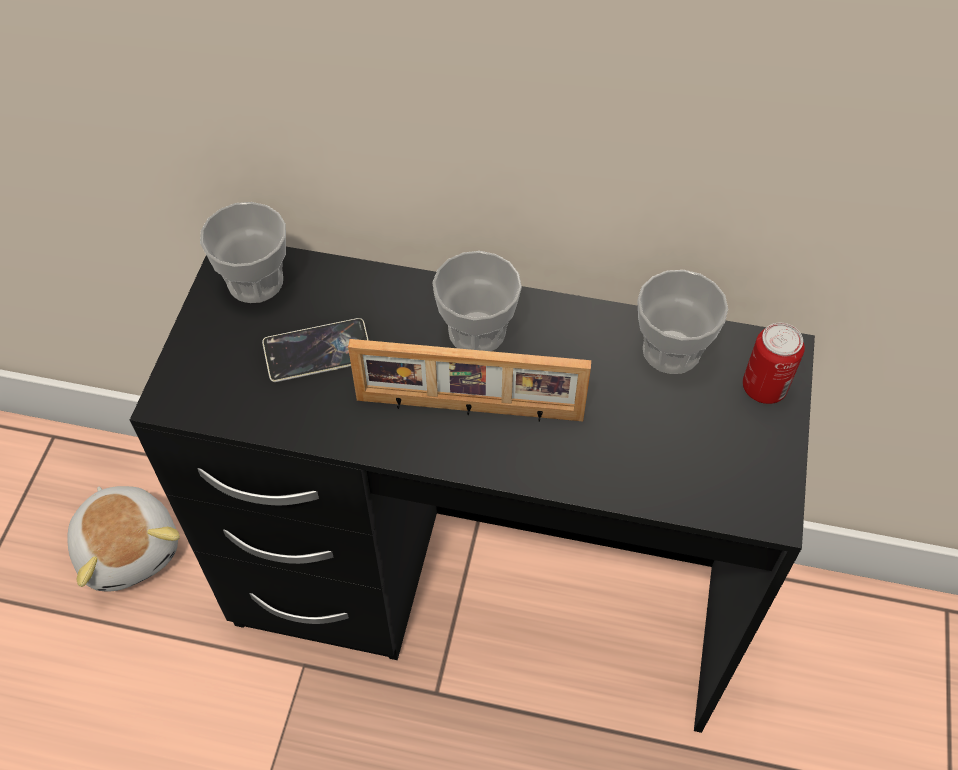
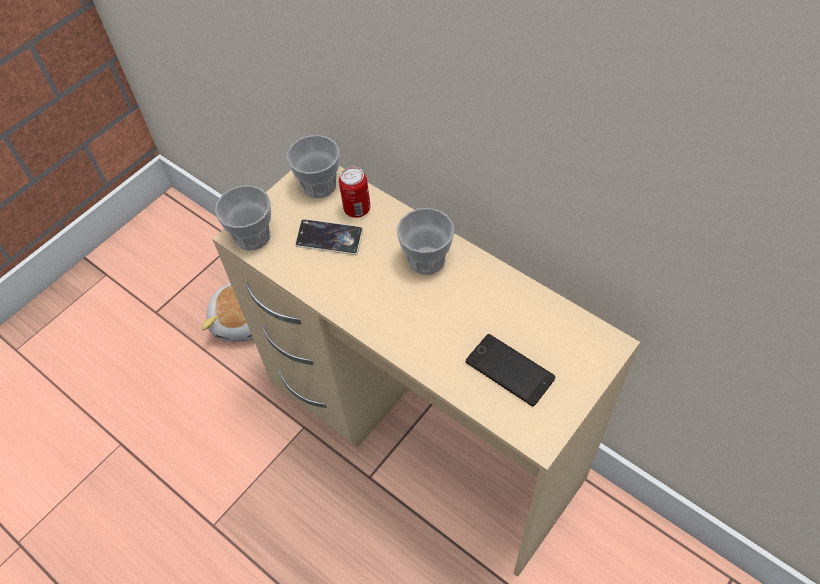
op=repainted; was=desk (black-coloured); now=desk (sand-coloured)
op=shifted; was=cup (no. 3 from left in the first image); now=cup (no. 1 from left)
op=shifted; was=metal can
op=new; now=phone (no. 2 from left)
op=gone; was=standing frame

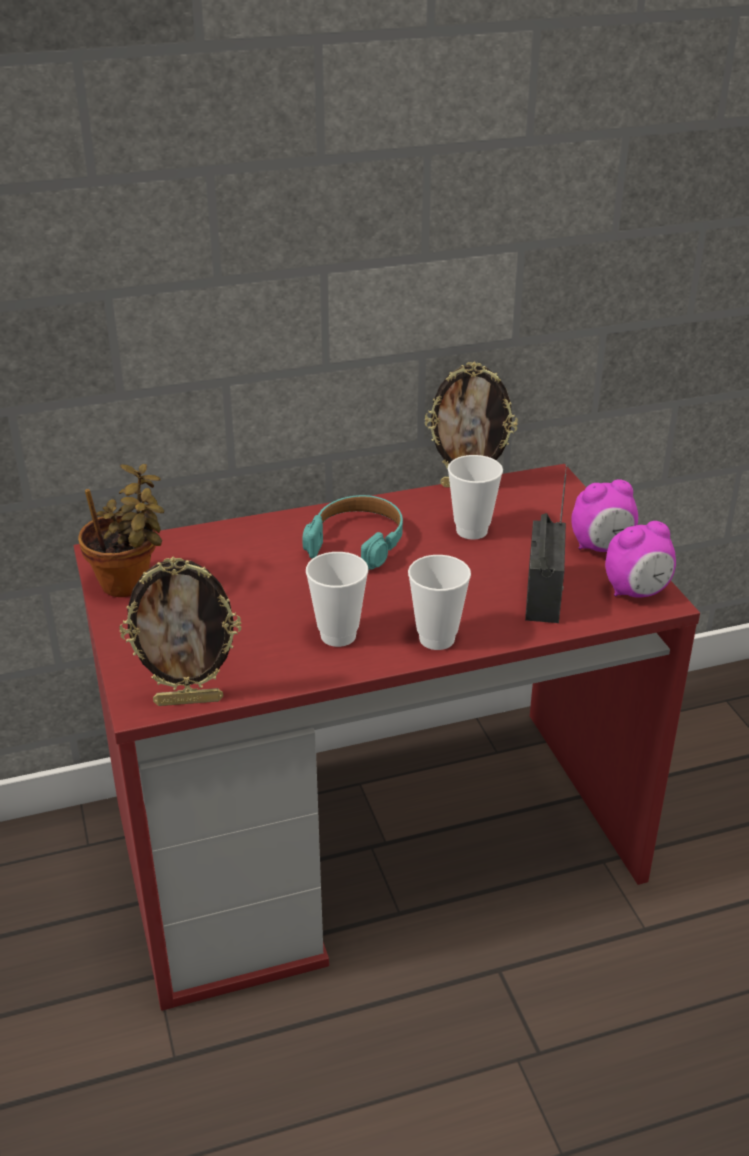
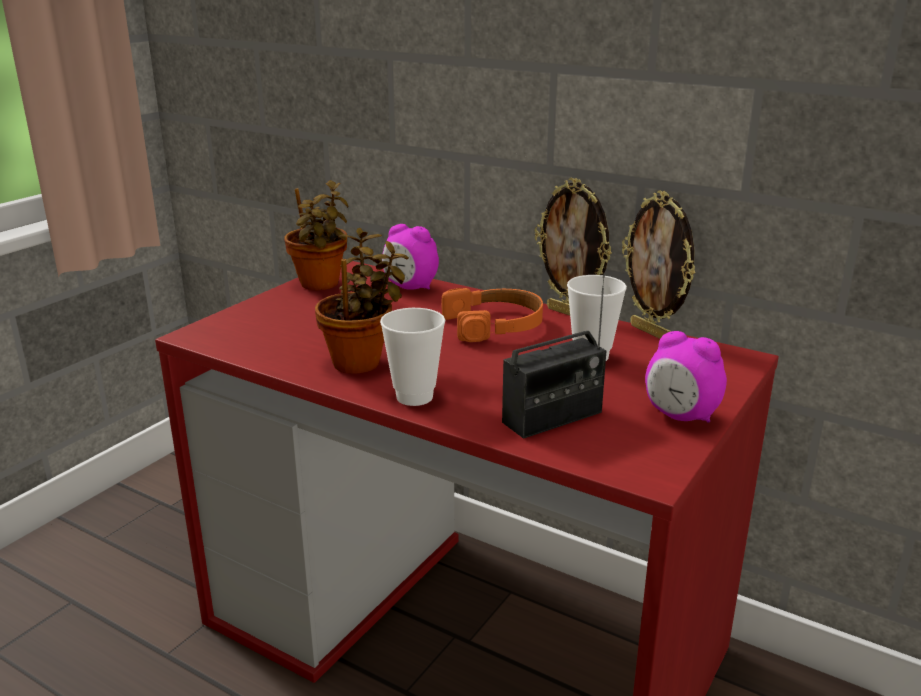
op=swapped; was=cup (no. 1 from left); now=houseplant (no. 2 from left)
op=shifted; was=alarm clock (no. 2 from left in the first image); now=alarm clock (no. 1 from left)
op=repainted; was=headphones (blue-green); now=headphones (orange-coloured)
op=shifted; was=standing frame (no. 1 from left)

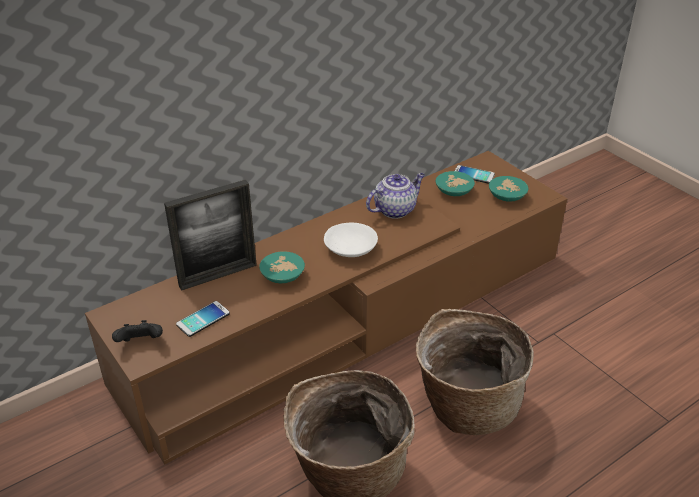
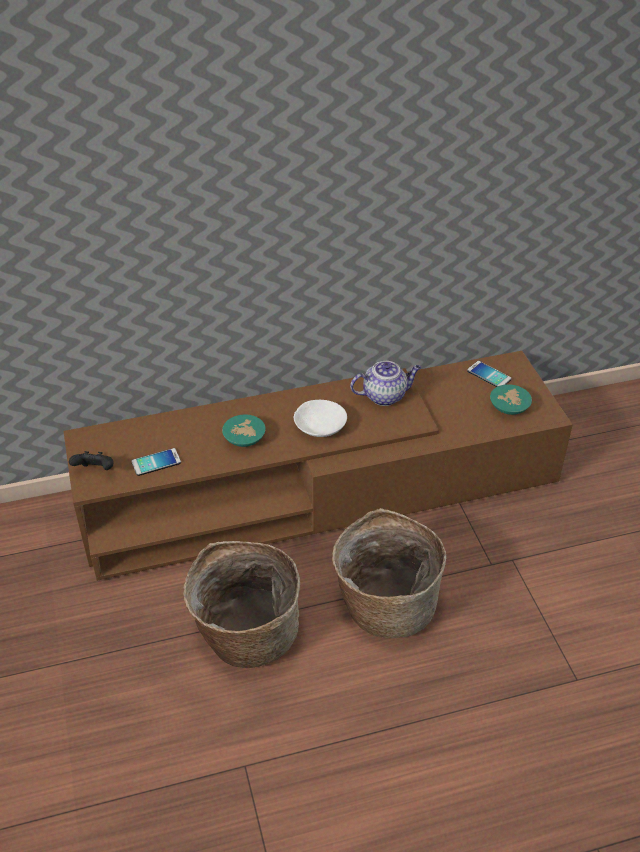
op=gone; was=standing frame
op=gone; was=serving bowl (blue-green) (no. 2 from left)

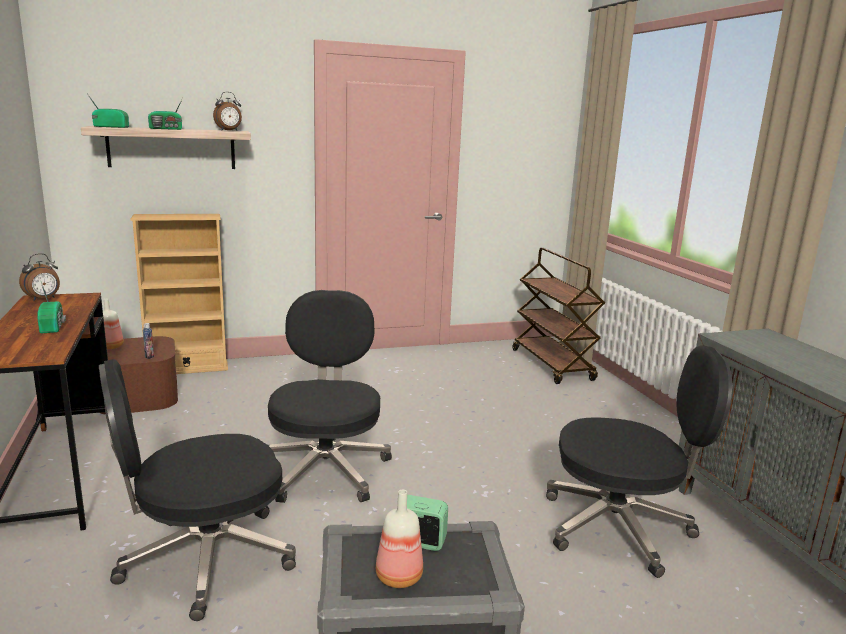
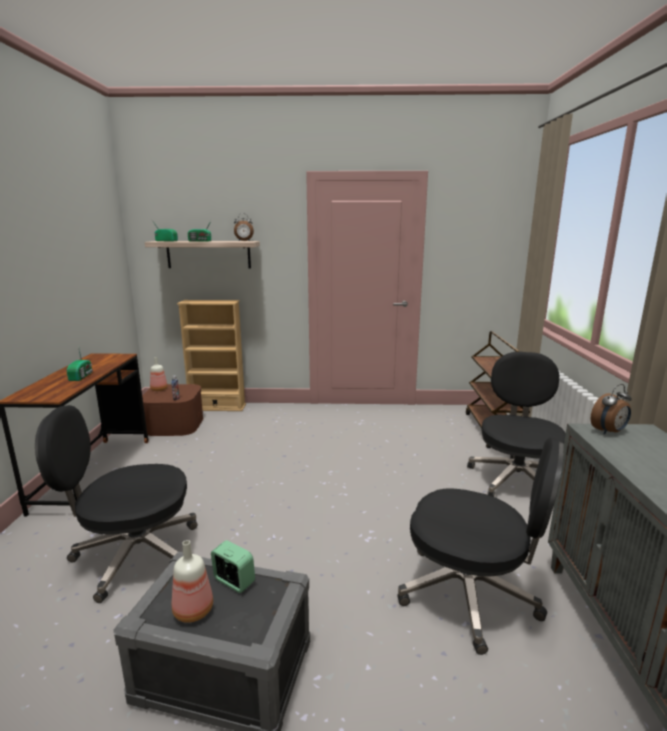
op=shifted; was=office chair (black-coloured) (no. 2 from left in the first image); now=office chair (black-coloured) (no. 3 from left)
op=shifted; was=alarm clock (no. 1 from left in the first image); now=alarm clock (no. 3 from left)

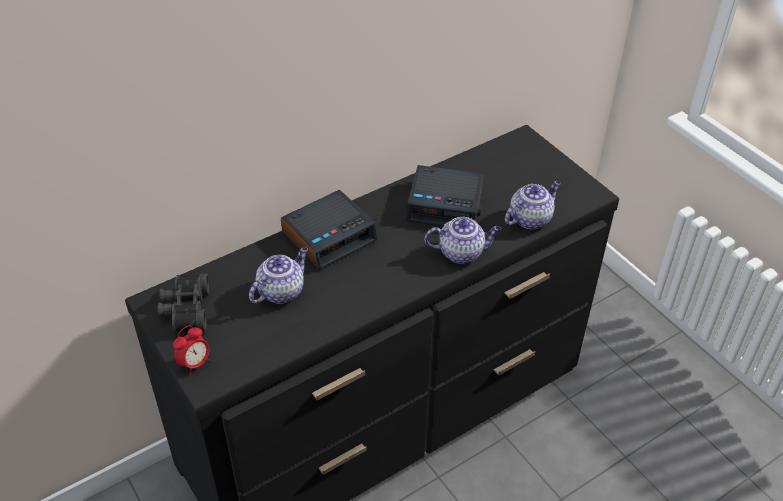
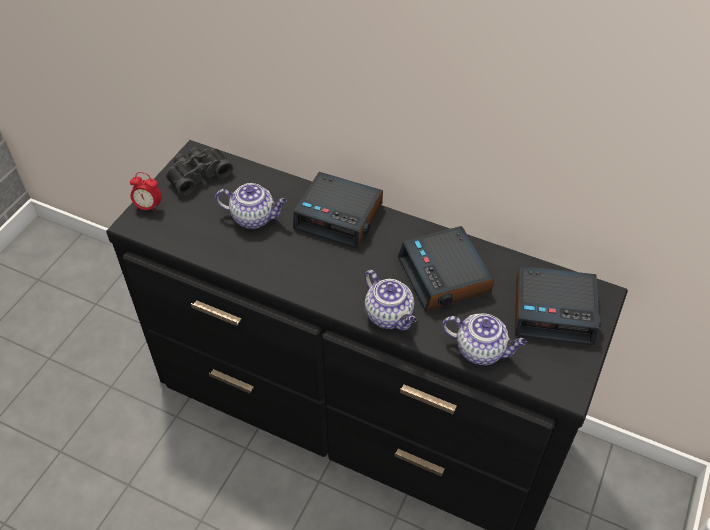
op=new; now=alarm clock (no. 4 from left)

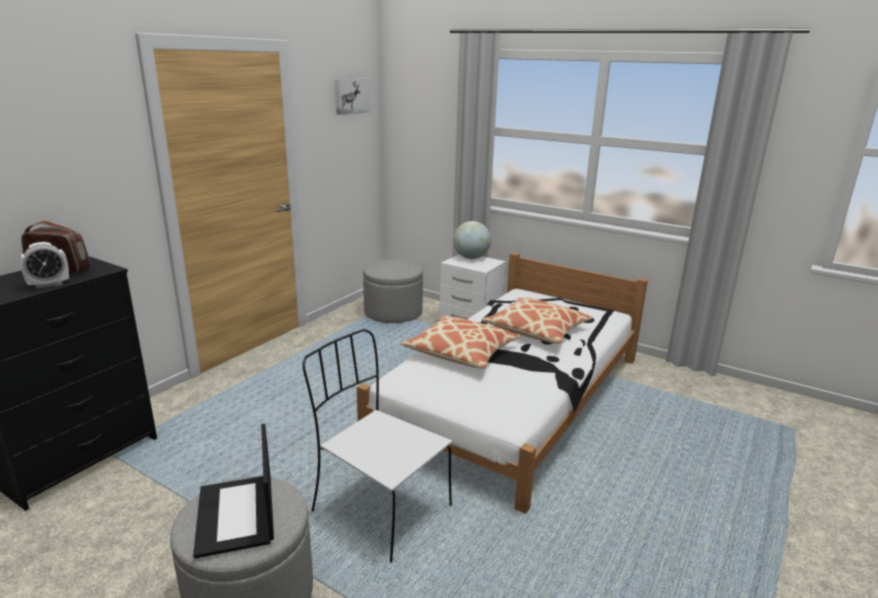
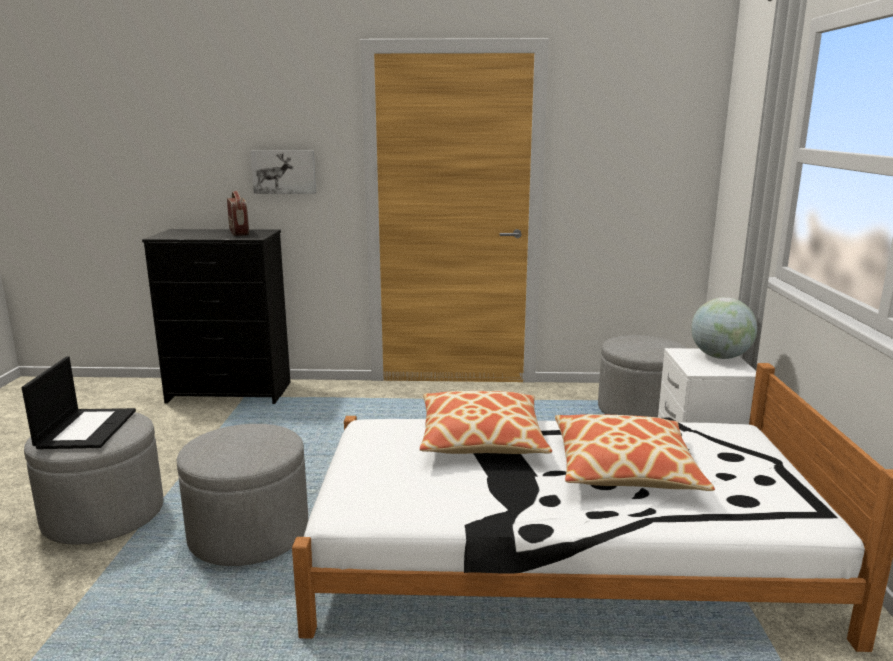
op=rotated; was=portable computer; clockwise=135
op=swapped; was=plain chair (whitish); now=footrest (greyish) (no. 2 from left)
op=shifted; was=picture
op=gone; was=alarm clock

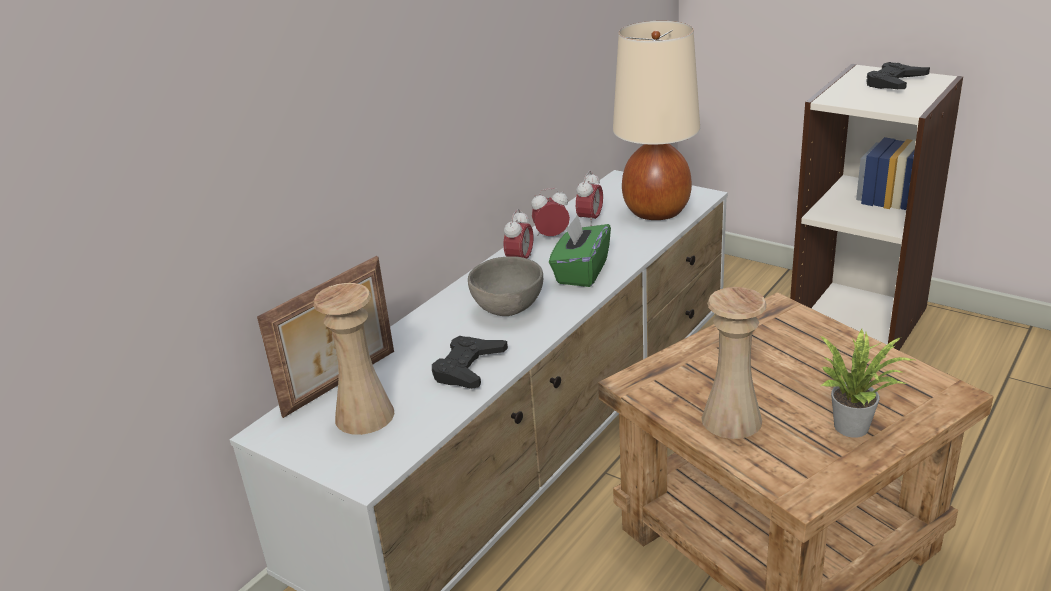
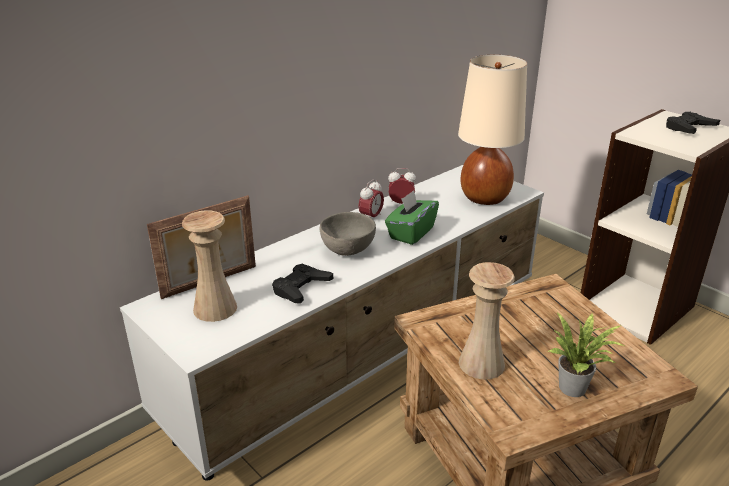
op=gone; was=alarm clock (no. 3 from left)

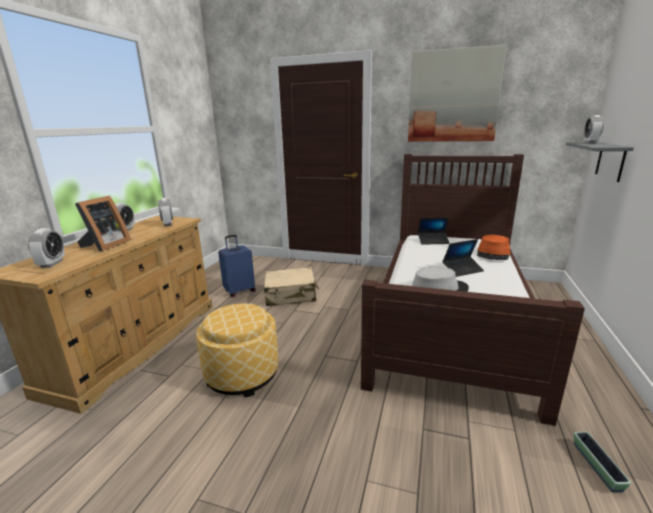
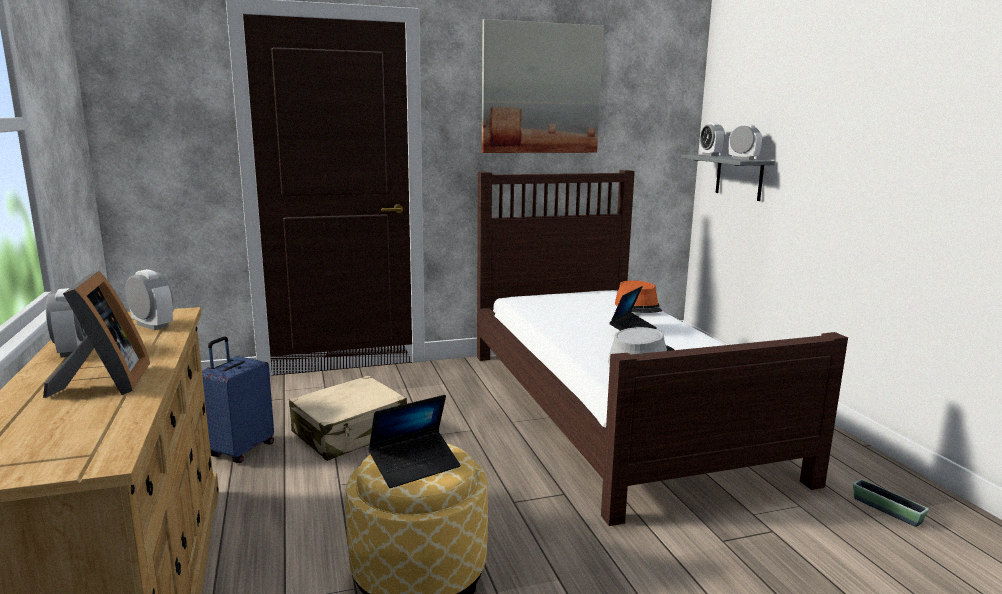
op=shifted; was=portable computer (no. 1 from left)
op=shifted; was=alarm clock (no. 1 from left in the first image); now=alarm clock (no. 4 from left)

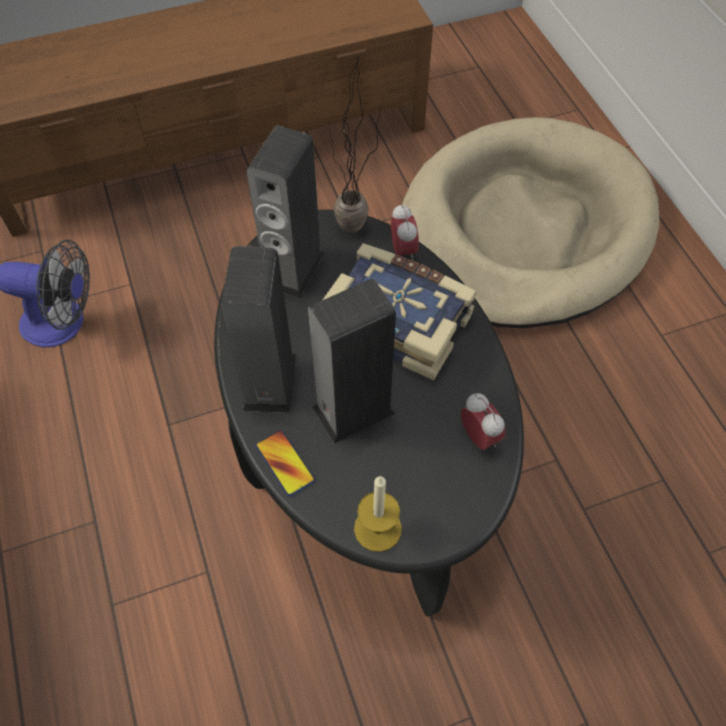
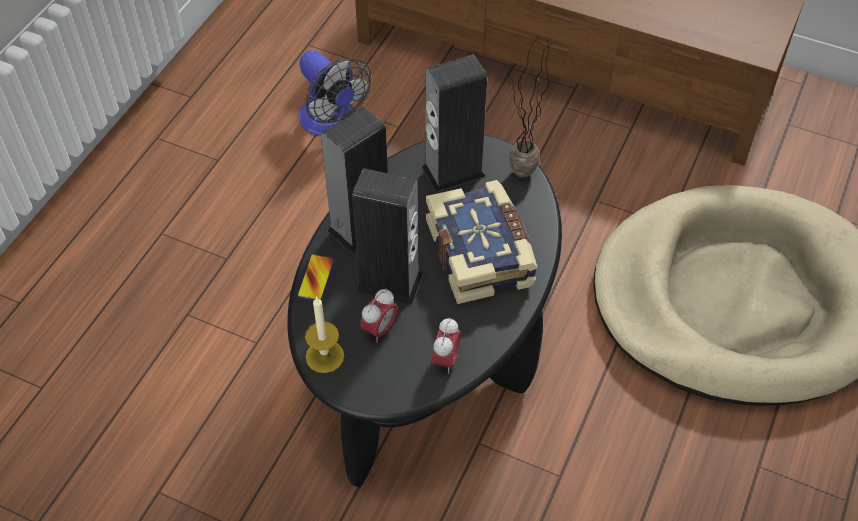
op=shifted; was=alarm clock (no. 1 from left)

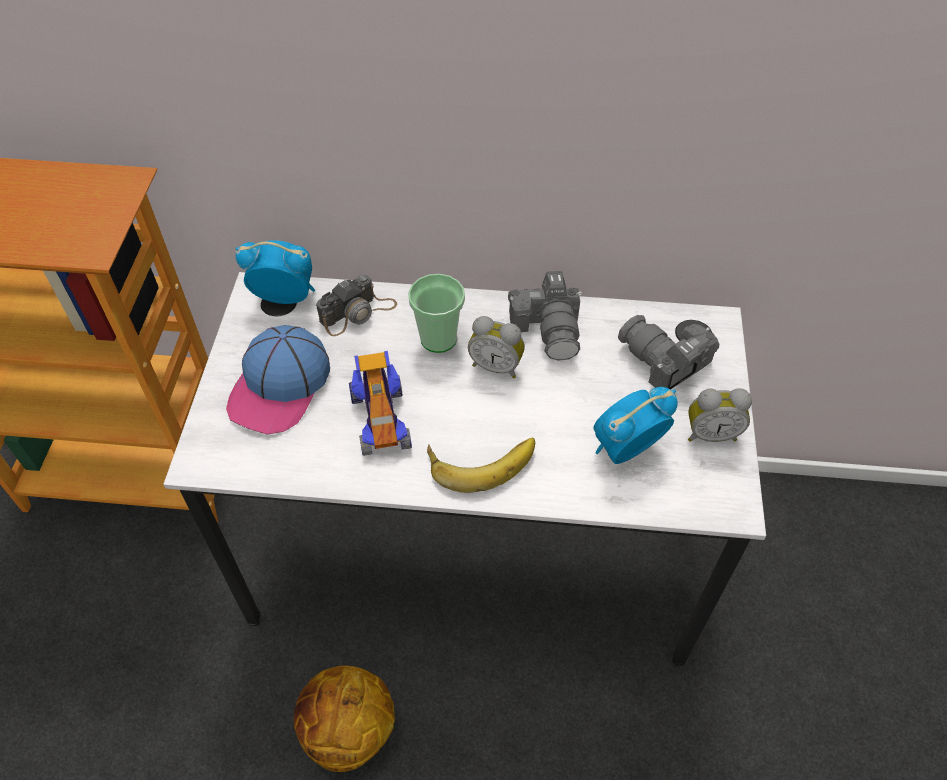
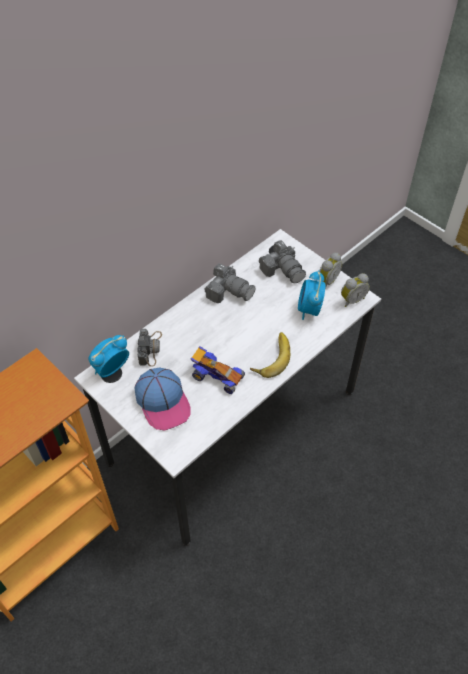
op=rotated; was=still camera (no. 3 from left); clockwise=-120
op=shifted; was=alarm clock (no. 2 from left in the first image); now=alarm clock (no. 4 from left)
op=gone; was=ball for basketball
op=gone; was=cup

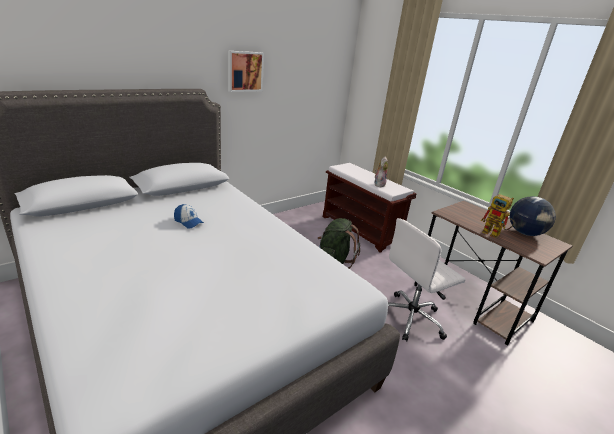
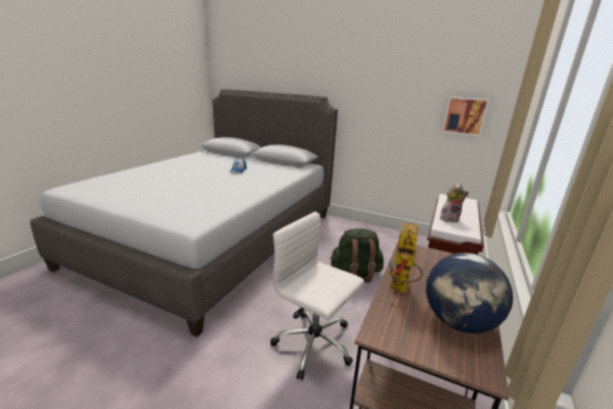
op=shifted; was=picture

